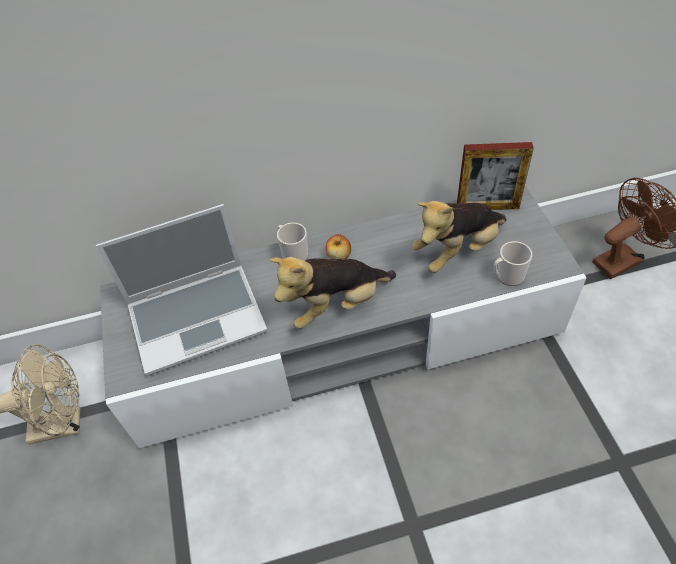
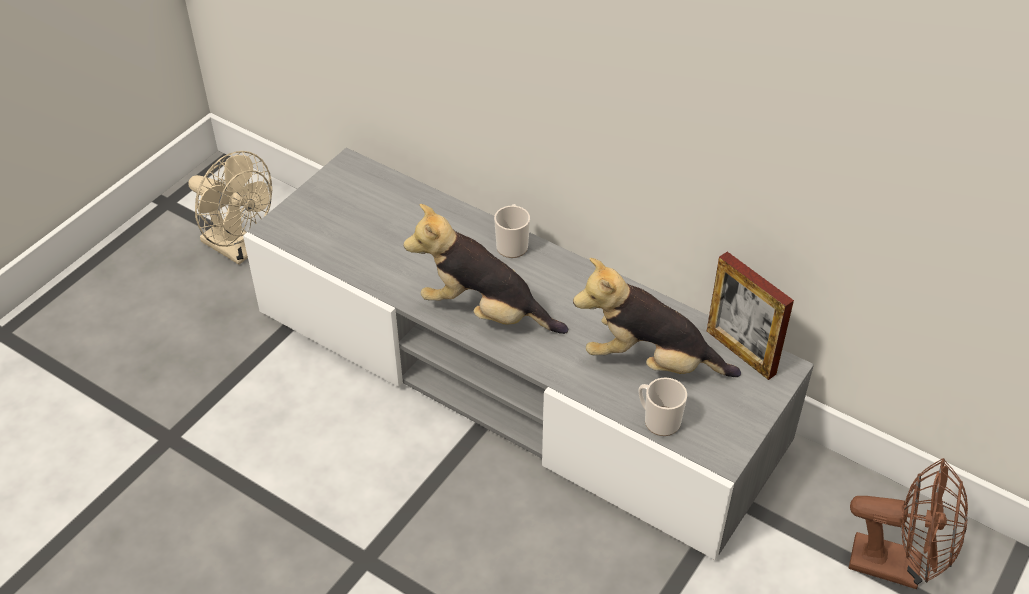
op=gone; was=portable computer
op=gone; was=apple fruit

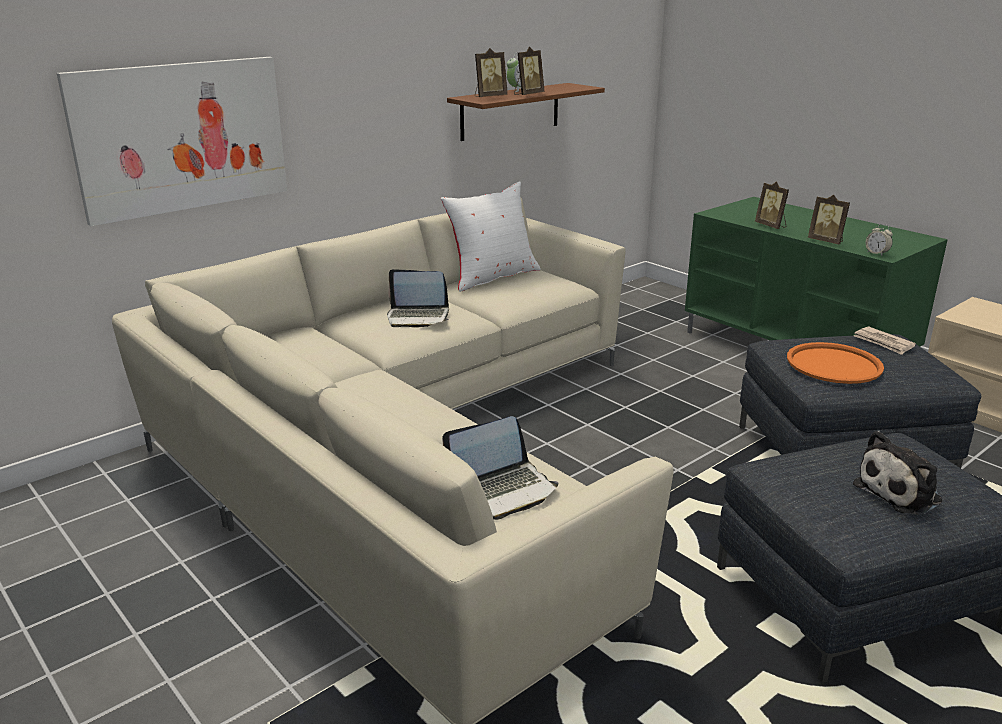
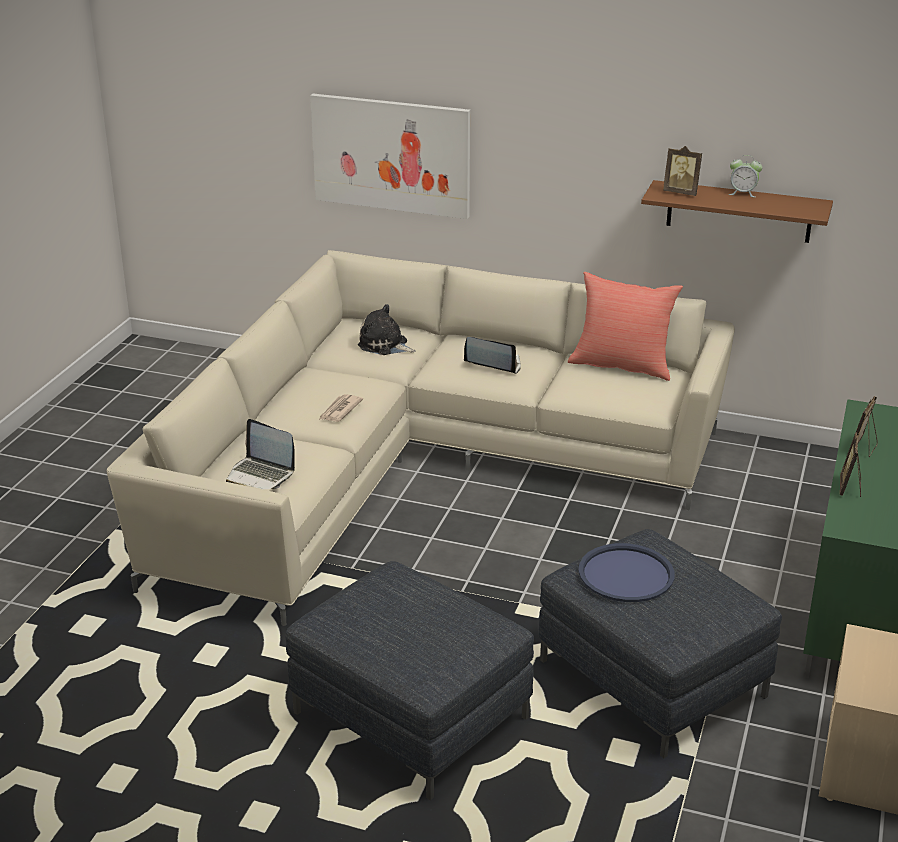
op=shifted; was=newspaper
op=shifted; was=cuddly toy
op=rotated; was=portable computer (no. 1 from left in the first image); clockwise=135
op=repainted; was=throw pillow (whitish); now=throw pillow (red)
op=repainted; was=carrying tray (orange-coloured); now=carrying tray (bluish)
op=gone; was=standing frame (no. 2 from left)
op=gone; was=alarm clock (no. 2 from left)

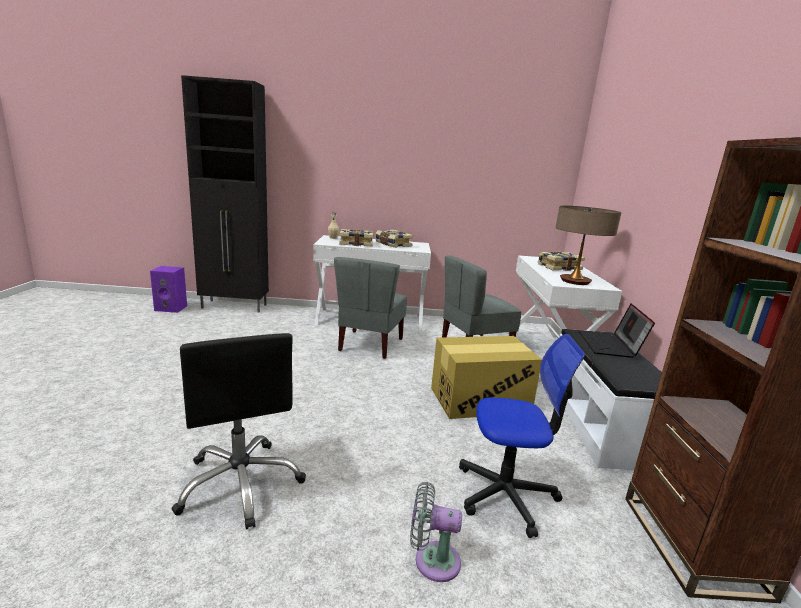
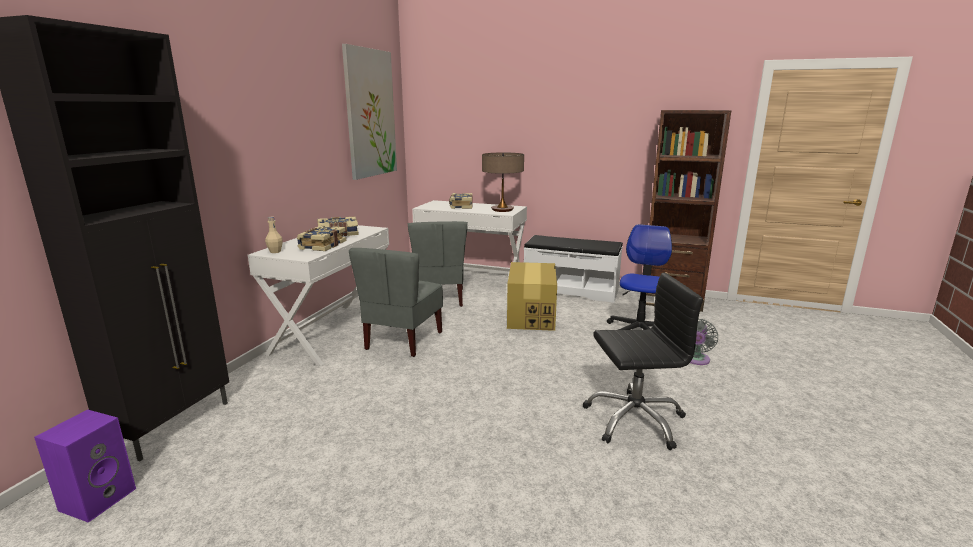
op=new; now=picture
op=rotated; was=plain chair (greyish) (no. 1 from left); clockwise=75
op=gone; was=portable computer

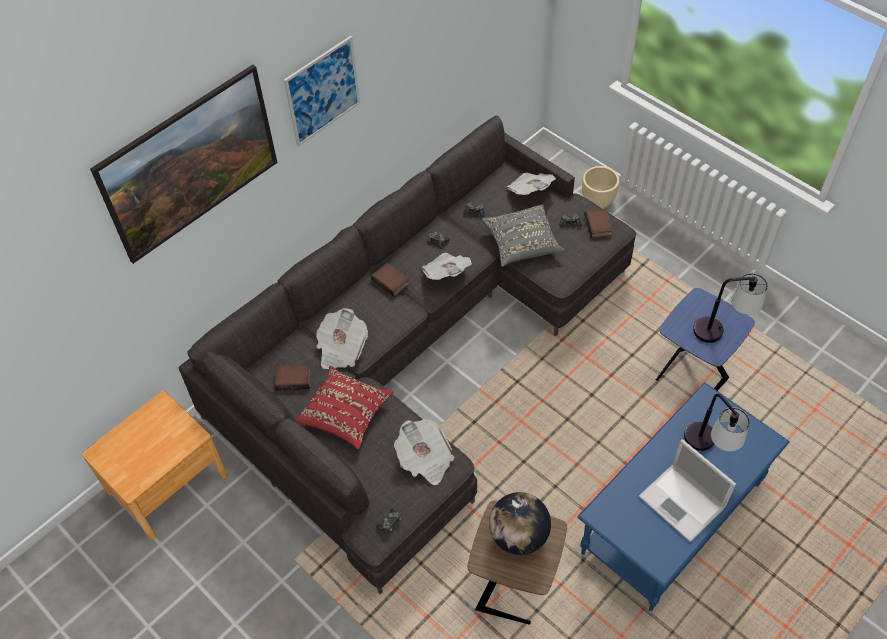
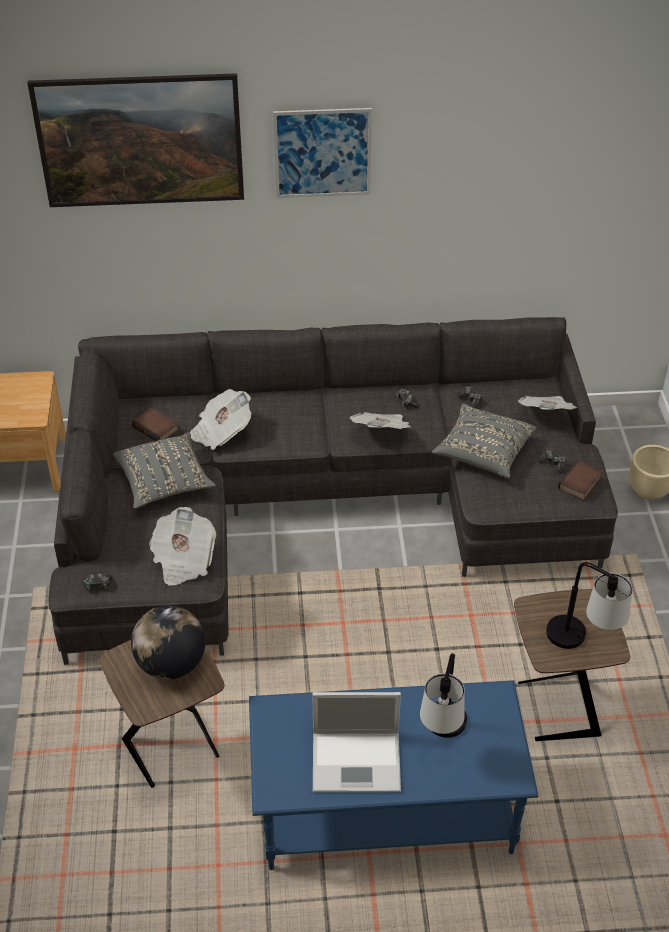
op=repainted; was=throw pillow (red); now=throw pillow (greyish) (no. 1 from left)
op=rotated; was=portable computer; clockwise=-90
op=repainted; was=accent table (bluish); now=accent table (brownish) (no. 2 from left)
op=gone; was=volume (no. 2 from left)

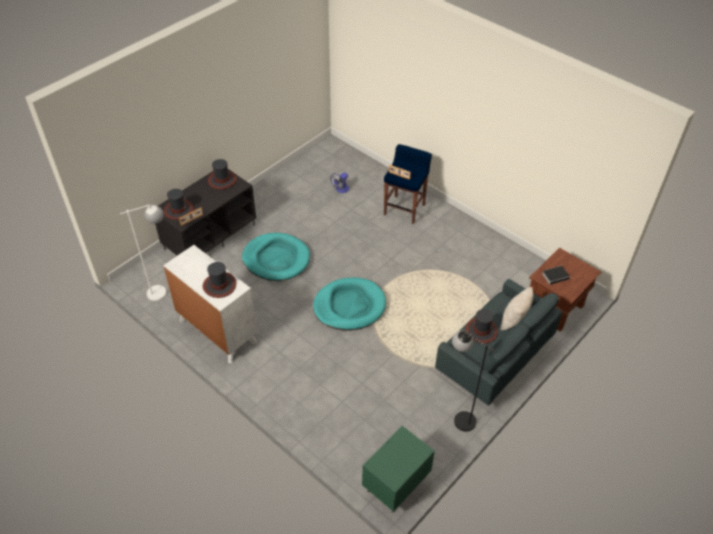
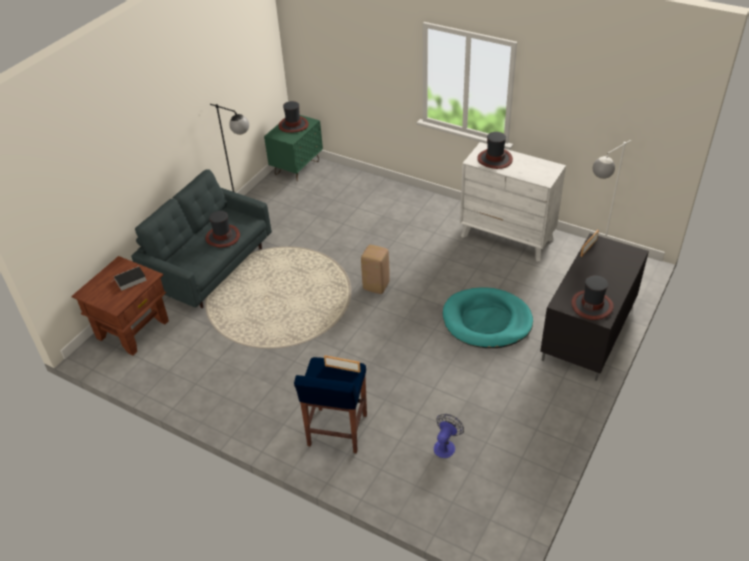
op=shifted; was=hat (no. 1 from left in the first image); now=hat (no. 2 from left)
op=swapped; was=dog bed (blue-green) (no. 2 from left); now=stool (sand-coloured)
op=gone; was=throw pillow (sand-coloured)

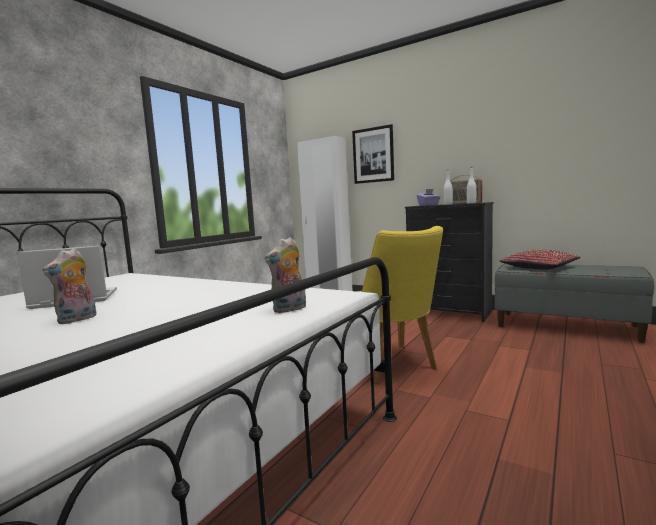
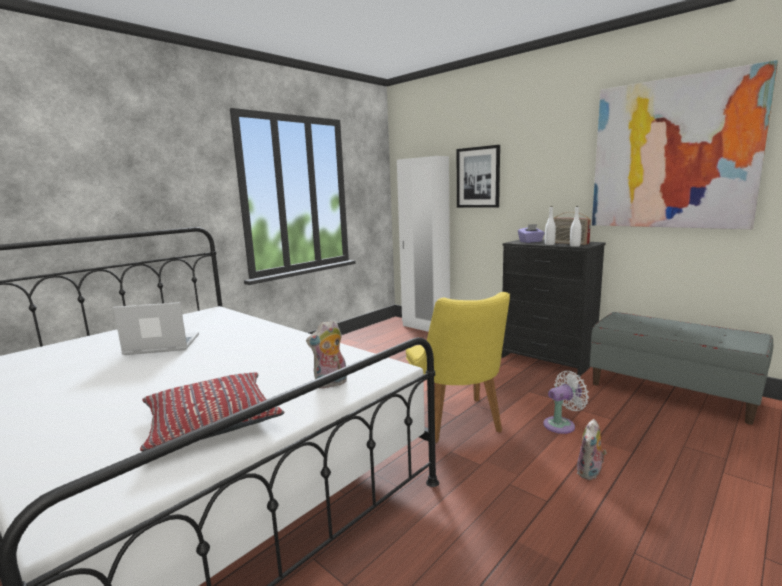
op=shifted; was=throw pillow (red)
op=new; now=fan (whitish)
op=shifted; was=cuddly toy (no. 1 from left in the first image); now=cuddly toy (no. 2 from left)
op=new; now=picture (no. 2 from left)

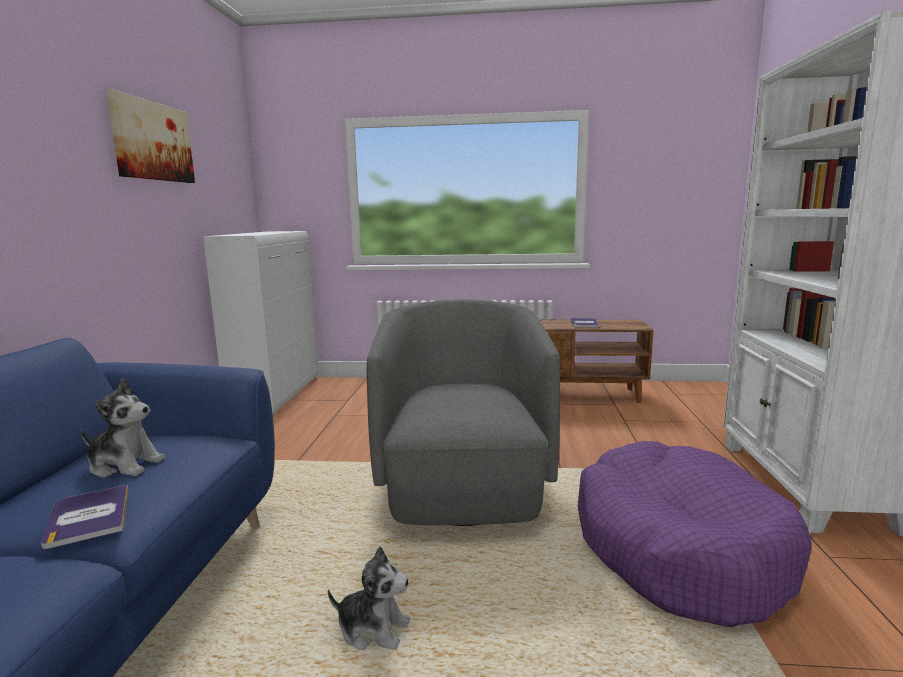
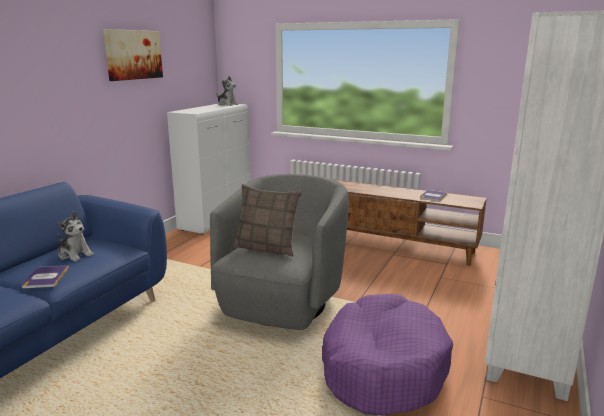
op=shifted; was=cuddly toy (no. 2 from left)
op=new; now=throw pillow

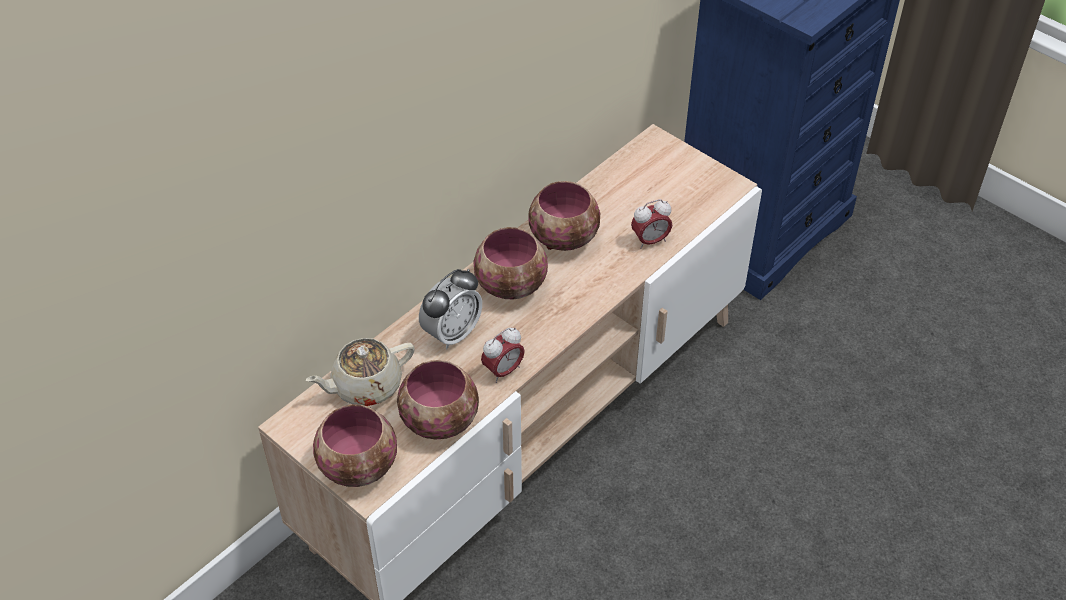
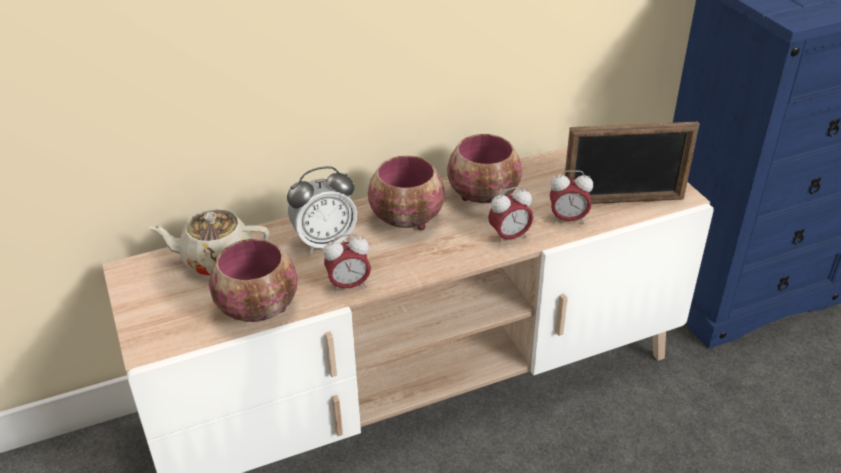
op=new; now=alarm clock (no. 3 from left)
op=new; now=standing frame
op=gone; was=serving bowl (no. 1 from left)

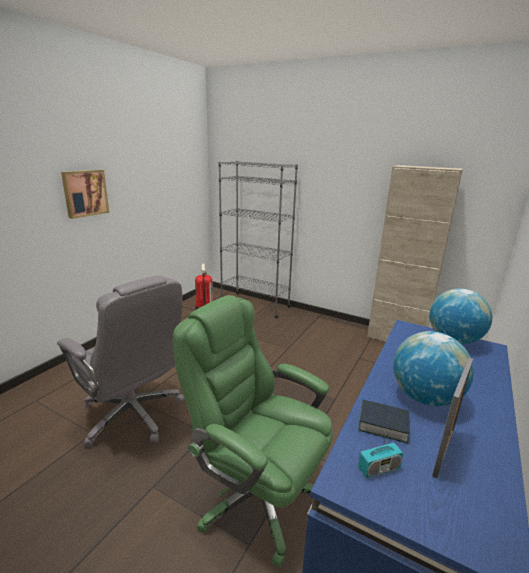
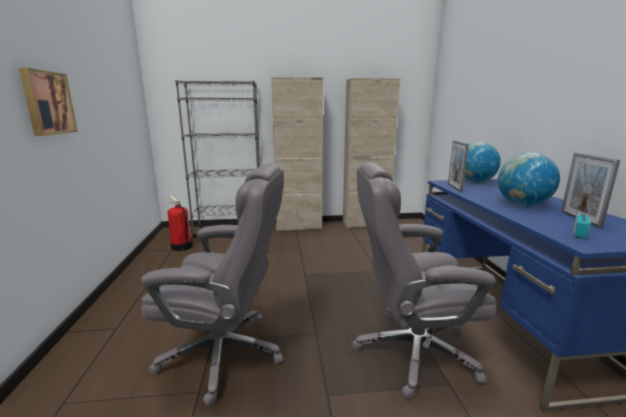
op=new; now=storage cabinet (sand-coloured) (no. 1 from left)
op=repainted; was=office chair (green-coloured); now=office chair (greyish) (no. 2 from left)
op=new; now=standing frame (no. 1 from left)
op=gone; was=volume

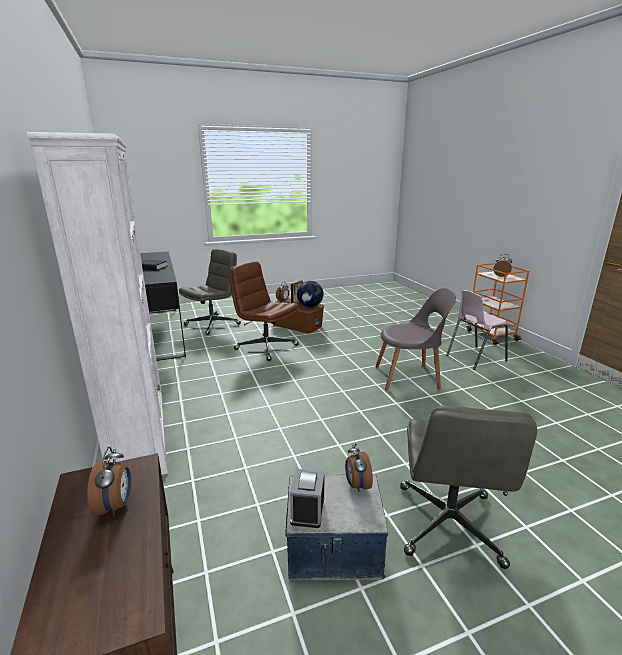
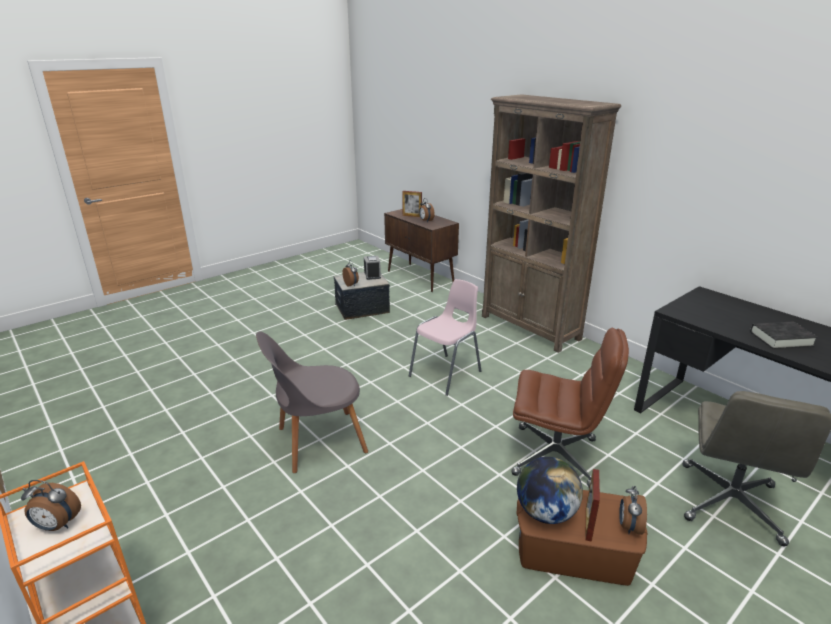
op=new; now=standing frame (no. 1 from left)
op=shifted; was=plain chair (pink-coloured)
op=repainted; was=bookshelf (whitish); now=bookshelf (brownish)
op=gone; was=office chair (greyish) (no. 2 from left)

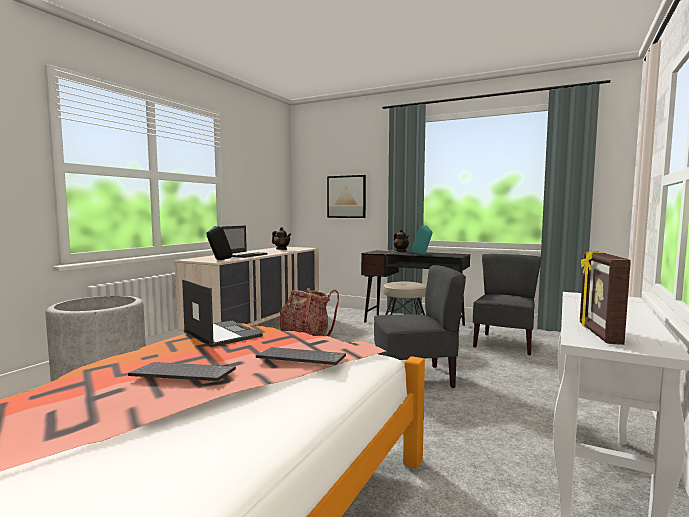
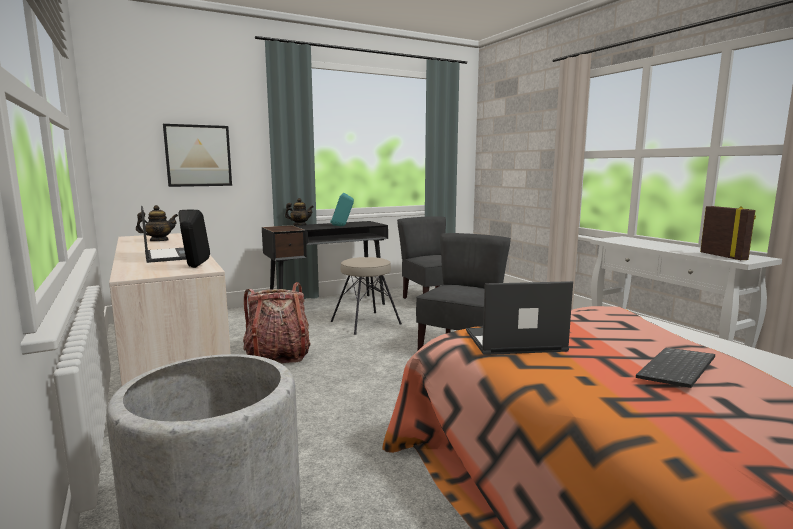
op=rotated; was=standing frame; clockwise=-150
op=gone; was=computer keyboard (no. 2 from left)

